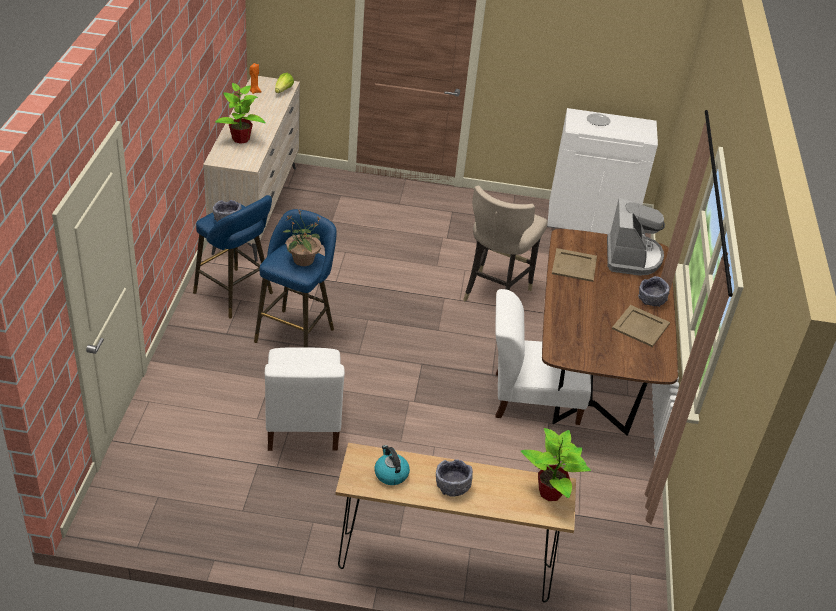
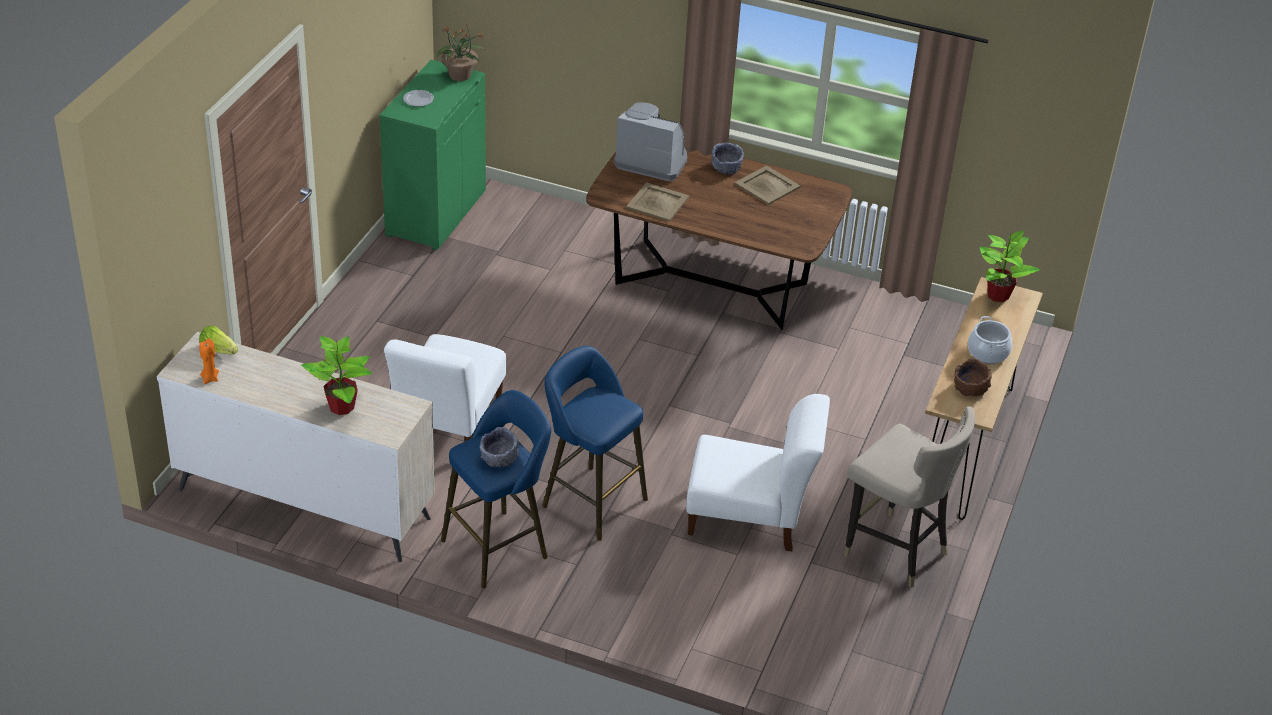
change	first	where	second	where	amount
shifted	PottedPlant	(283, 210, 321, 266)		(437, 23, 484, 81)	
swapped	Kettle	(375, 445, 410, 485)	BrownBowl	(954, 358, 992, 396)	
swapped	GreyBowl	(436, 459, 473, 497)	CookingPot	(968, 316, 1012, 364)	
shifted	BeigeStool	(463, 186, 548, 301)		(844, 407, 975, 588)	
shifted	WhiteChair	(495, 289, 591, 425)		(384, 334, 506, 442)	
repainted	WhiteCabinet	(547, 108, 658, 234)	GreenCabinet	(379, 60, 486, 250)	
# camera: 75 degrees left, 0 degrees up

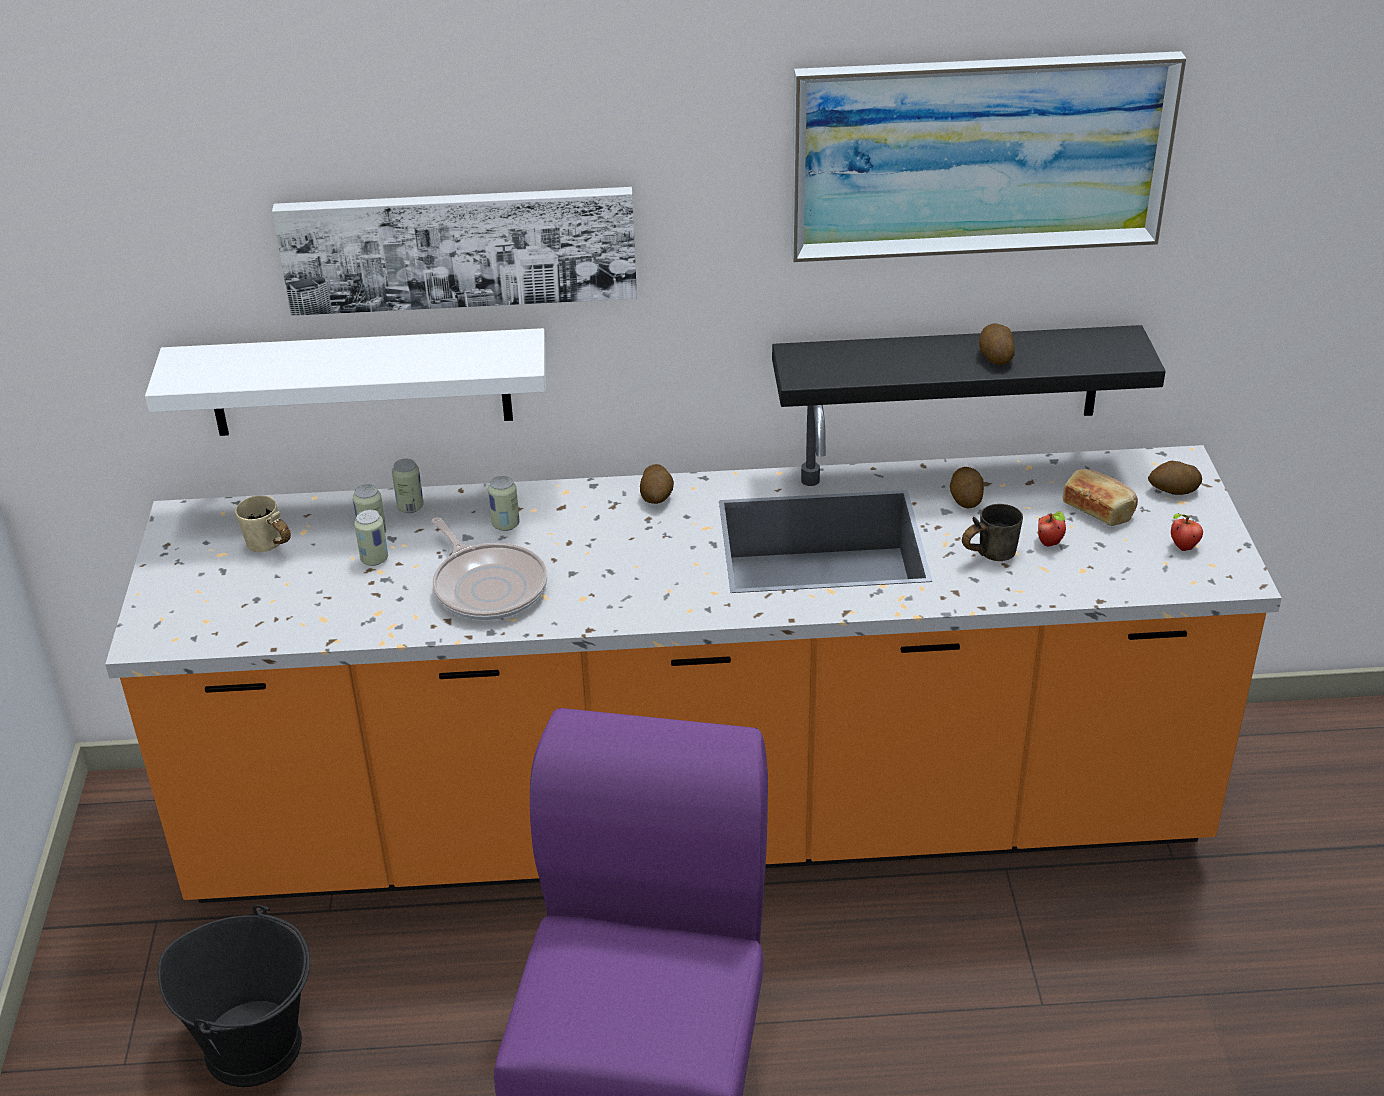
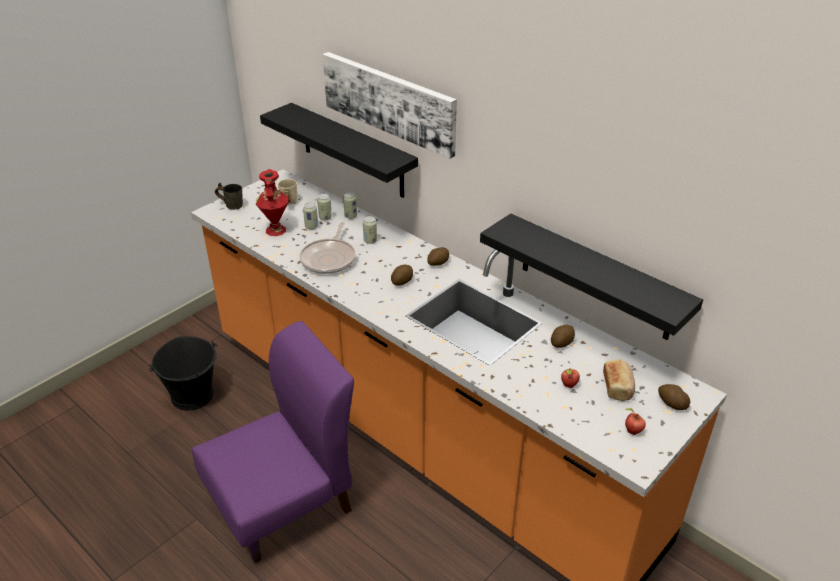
change	first	where	second	where	amount
repainted	WhiteShelf	(145, 328, 546, 436)	BlackShelf	(260, 103, 418, 198)	
gone	Picture	(791, 51, 1186, 262)			
shifted	GreyMug	(962, 504, 1023, 561)		(215, 183, 243, 210)	
shifted	Potato	(979, 323, 1015, 365)		(391, 265, 413, 285)	
new			RedVase	(256, 169, 289, 236)	
# camera: 45 degrees right, 0 degrees up

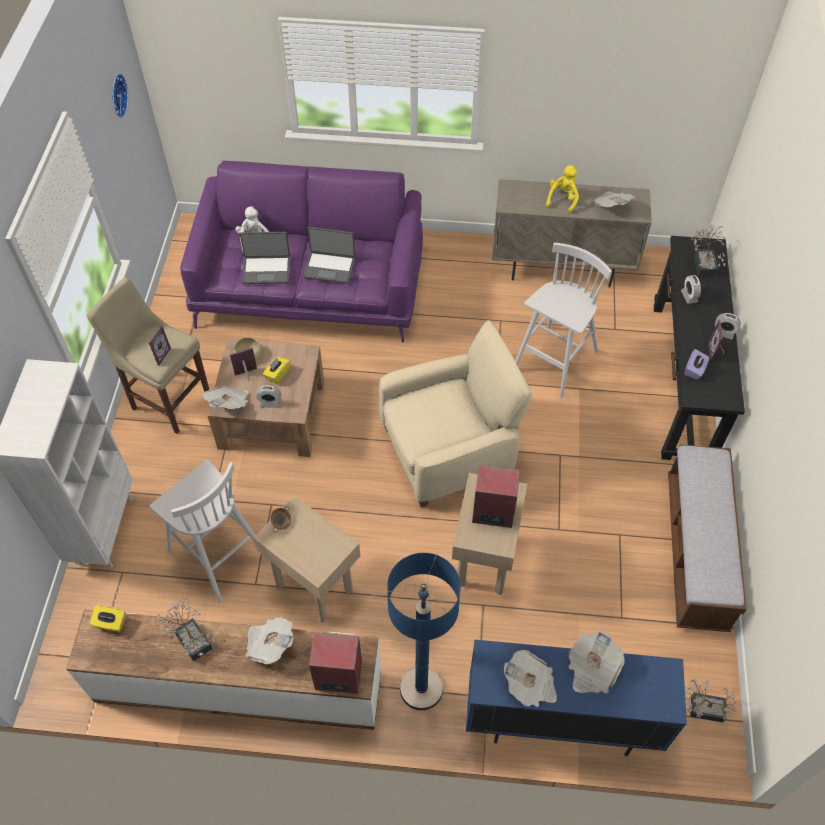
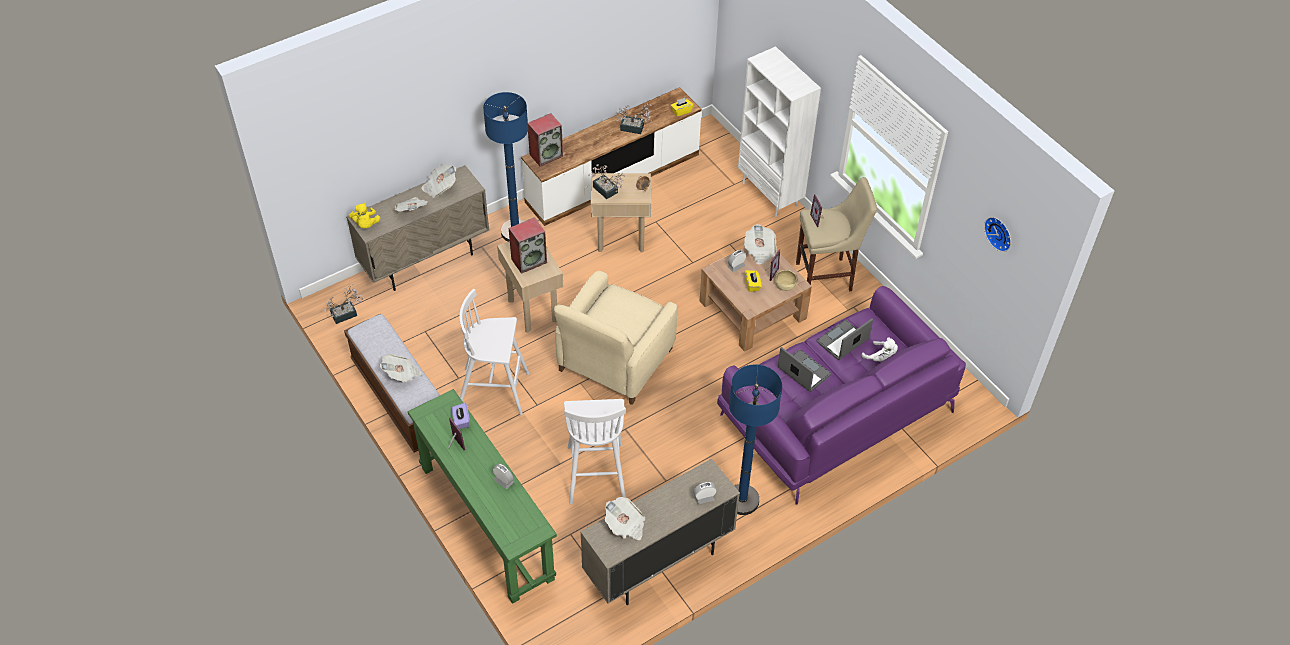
change	first	where	second	where	amount
shifted	WhiteStool	(150, 460, 268, 602)		(459, 289, 529, 415)	
shifted	Newspaper	(245, 617, 293, 664)		(379, 354, 422, 382)	
rotated	Laptop	(303, 227, 355, 284)		(778, 347, 831, 392)	75 degrees clockwise
repainted	BlueCabinet	(466, 640, 687, 756)	BeigeCabinet	(346, 165, 489, 291)	
shifted	YellowPlushToy	(546, 165, 579, 214)		(349, 203, 380, 229)	
repainted	BlackConsoleTable	(654, 236, 745, 460)	GreenConsoleTable	(408, 389, 557, 604)	
shifted	PottedPlant	(691, 225, 725, 277)		(588, 164, 625, 199)	
shifted	AlarmClock	(715, 313, 741, 340)		(693, 482, 717, 505)	
new			BlueFloorLamp	(729, 364, 782, 515)	
# camera: 140 degrees right, 5 degrees down

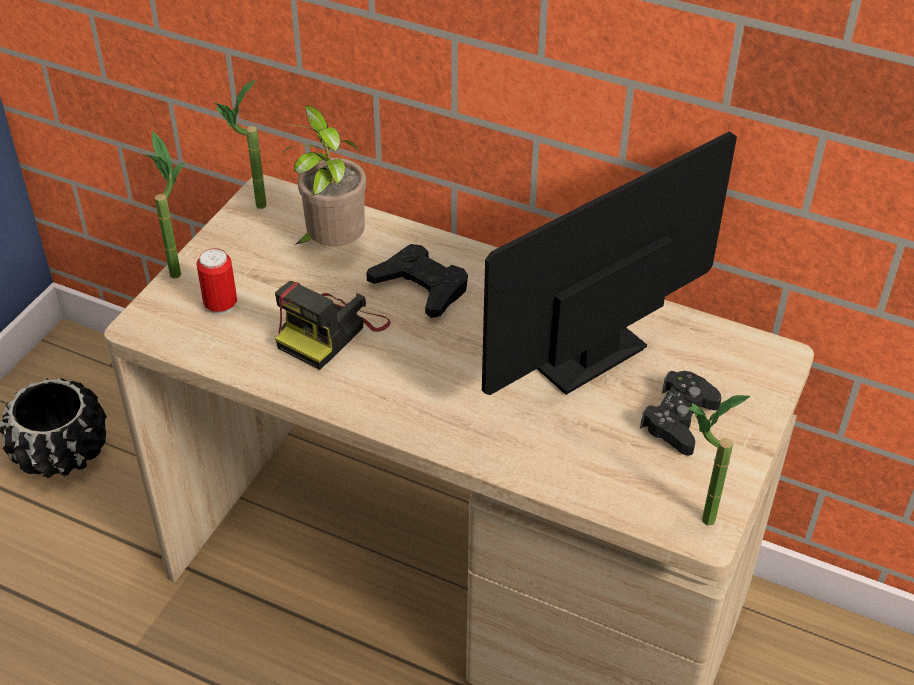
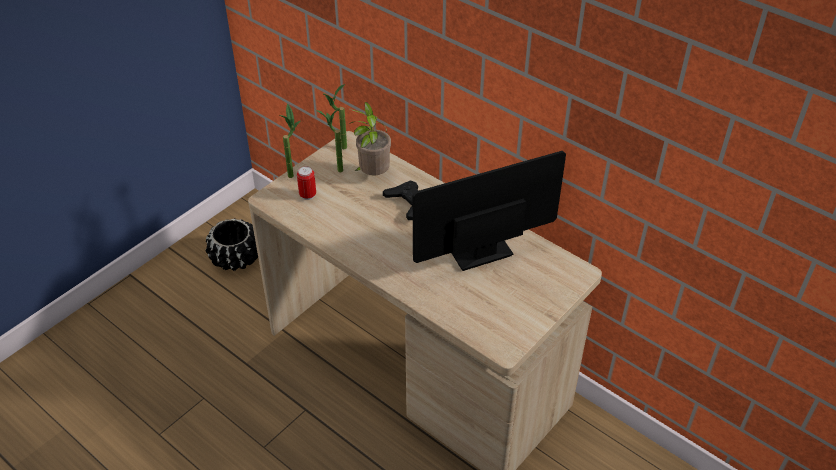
change	first	where	second	where	amount
gone	PhotoCamera	(275, 281, 391, 370)			
gone	BlackGameController	(640, 371, 721, 456)			
shifted	PottedPlant	(688, 395, 751, 525)		(316, 108, 343, 172)	
# camera: 15 degrees right, 0 degrees up

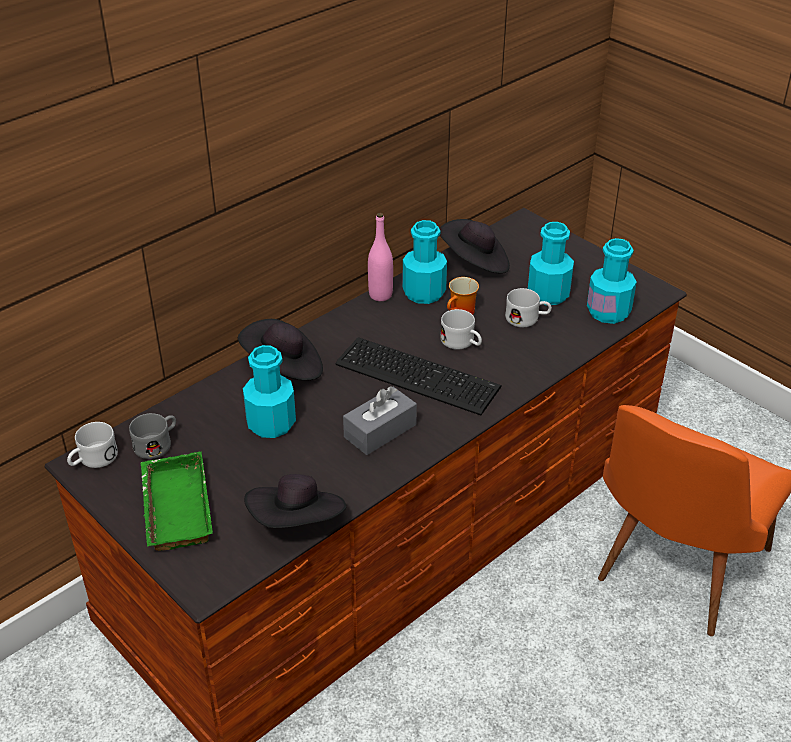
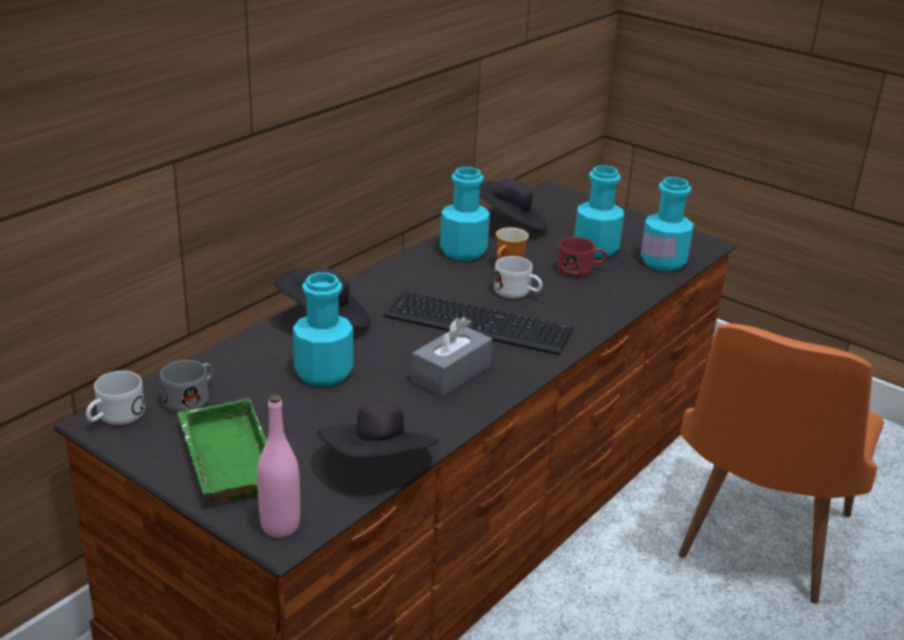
change	first	where	second	where	amount
shifted	PinkBottle	(368, 213, 393, 301)		(257, 395, 300, 537)	
repainted	WhiteMug	(505, 288, 552, 327)	RedMug	(557, 237, 607, 277)	
# camera: 10 degrees left, 10 degrees down

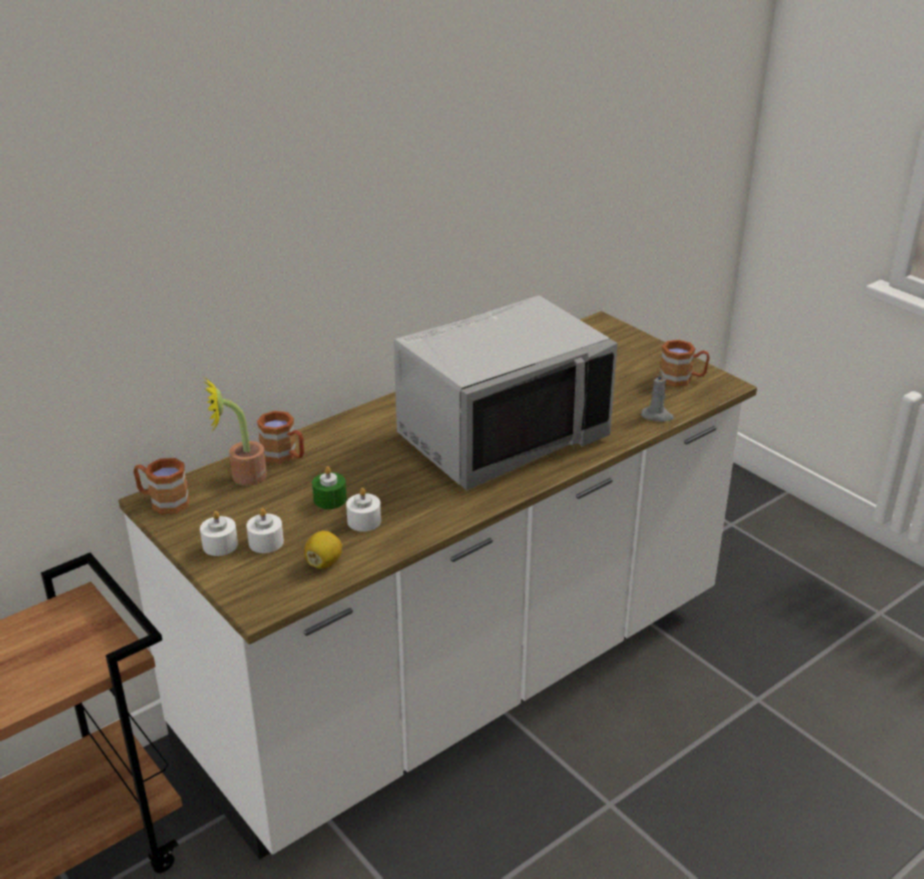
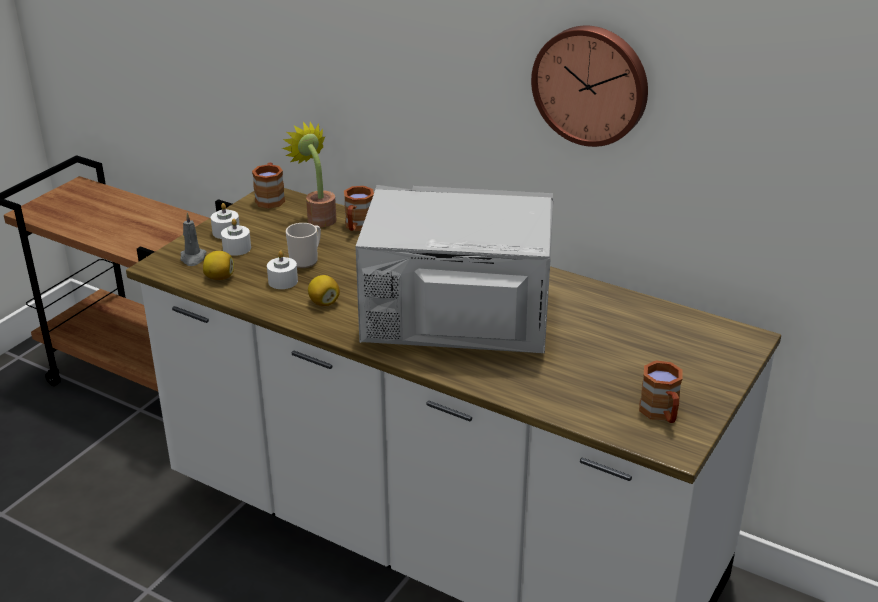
change	first	where	second	where	amount
swapped	GreenCandle	(312, 466, 347, 509)	Mug	(286, 223, 321, 268)	
rotated	GreyMicrowave	(394, 296, 618, 491)		(356, 185, 553, 354)	150 degrees clockwise
shifted	GreyCandle	(641, 370, 674, 422)		(180, 213, 206, 266)	
new			Lemon	(308, 275, 340, 306)	
new			WallClock	(531, 26, 648, 147)	
# camera: 70 degrees right, 0 degrees up

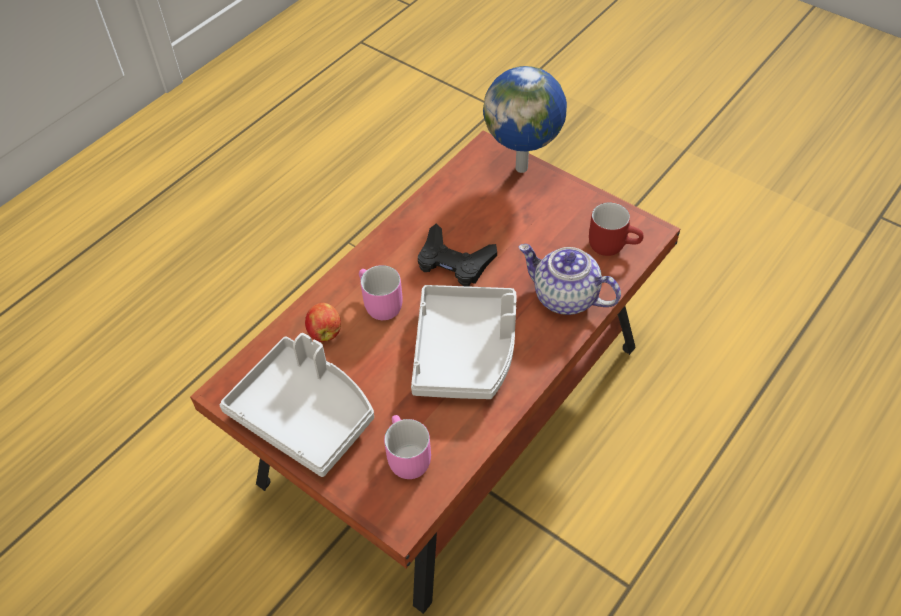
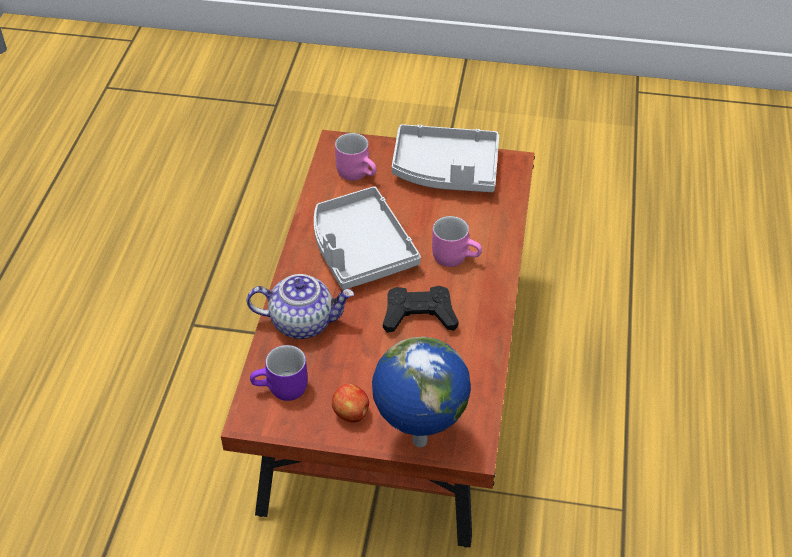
change	first	where	second	where	amount
shifted	Apple	(305, 303, 341, 342)		(332, 384, 369, 423)	
repainted	RedMug	(589, 202, 644, 256)	PurpleMug	(250, 345, 308, 401)	
# camera: 150 degrees right, 5 degrees down

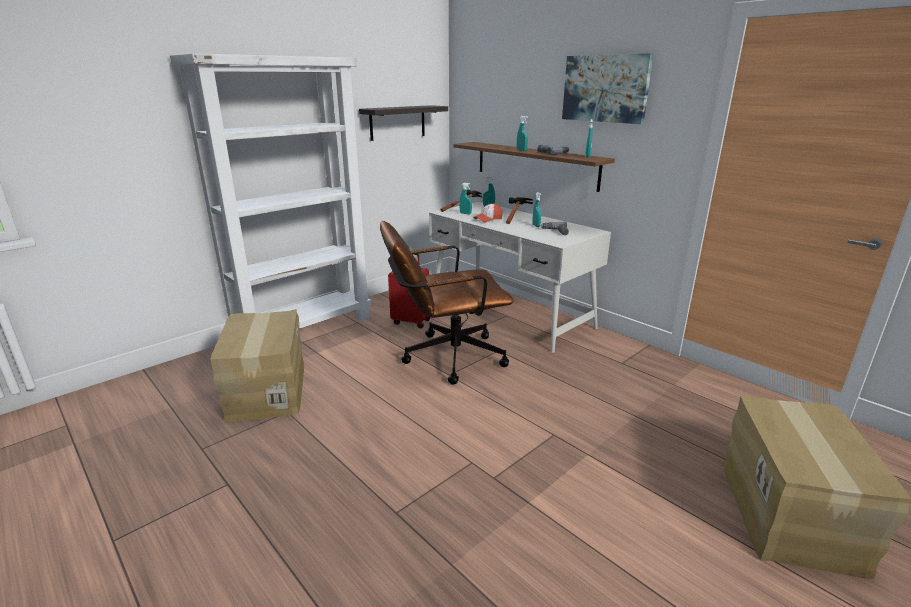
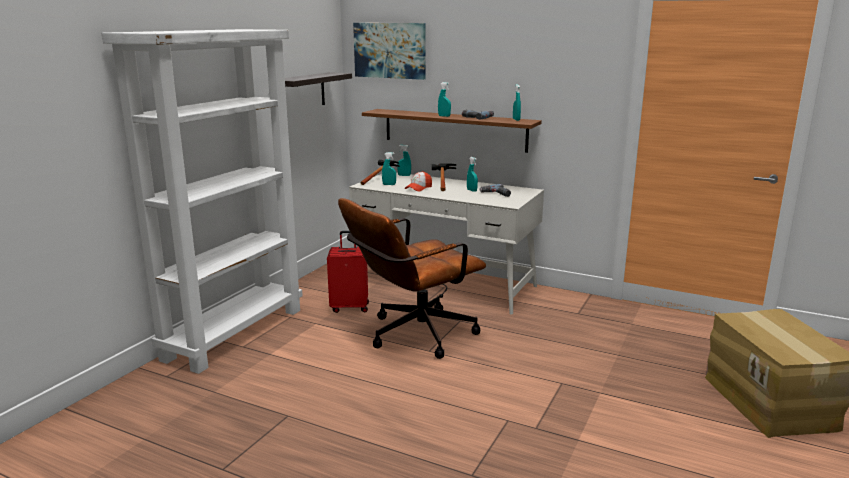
change	first	where	second	where	amount
gone	CardboardBox	(210, 309, 304, 422)			
shifted	Picture	(562, 53, 653, 124)		(353, 23, 425, 80)	
# camera: 20 degrees left, 5 degrees down

